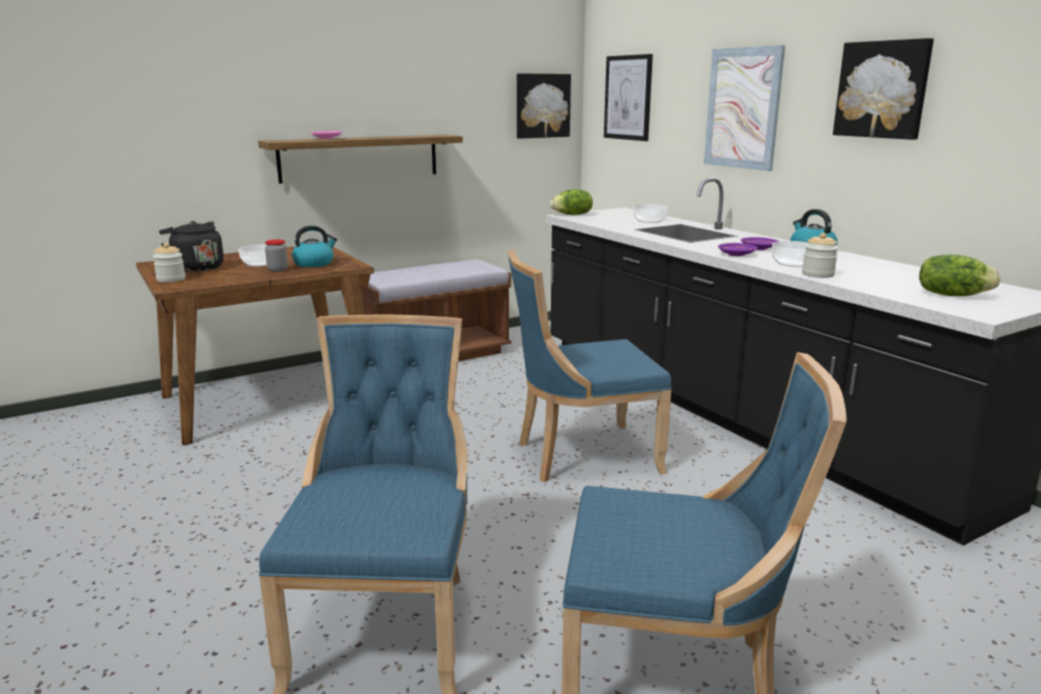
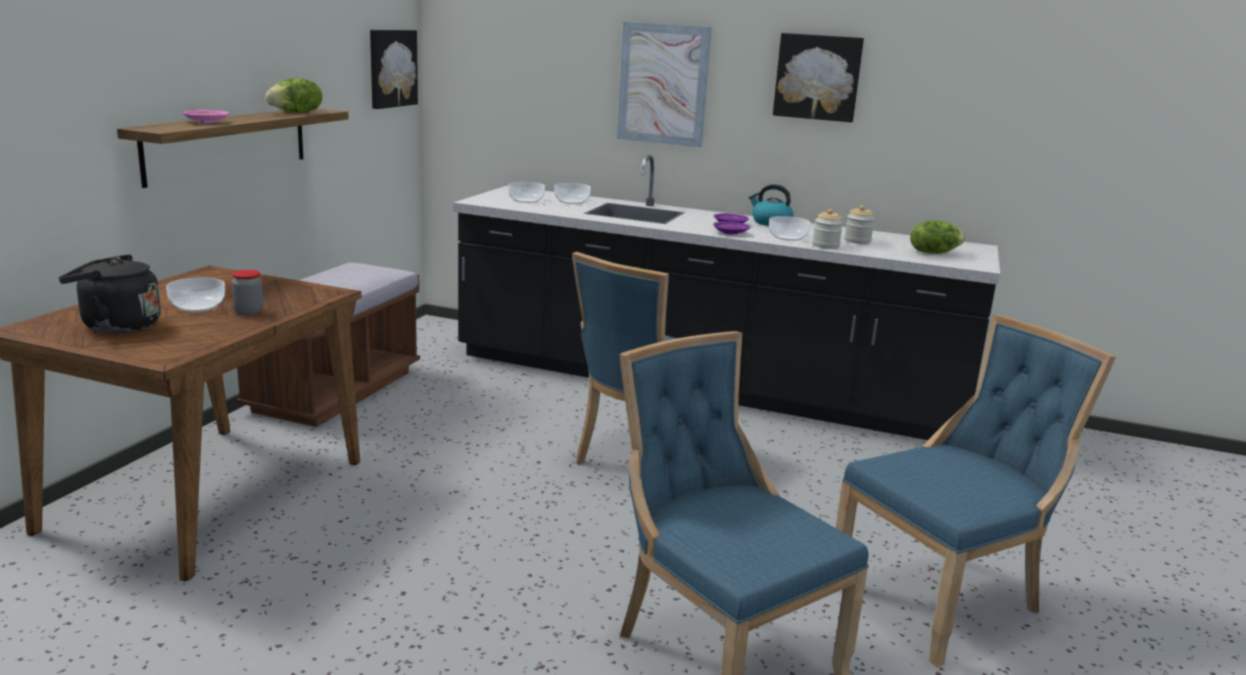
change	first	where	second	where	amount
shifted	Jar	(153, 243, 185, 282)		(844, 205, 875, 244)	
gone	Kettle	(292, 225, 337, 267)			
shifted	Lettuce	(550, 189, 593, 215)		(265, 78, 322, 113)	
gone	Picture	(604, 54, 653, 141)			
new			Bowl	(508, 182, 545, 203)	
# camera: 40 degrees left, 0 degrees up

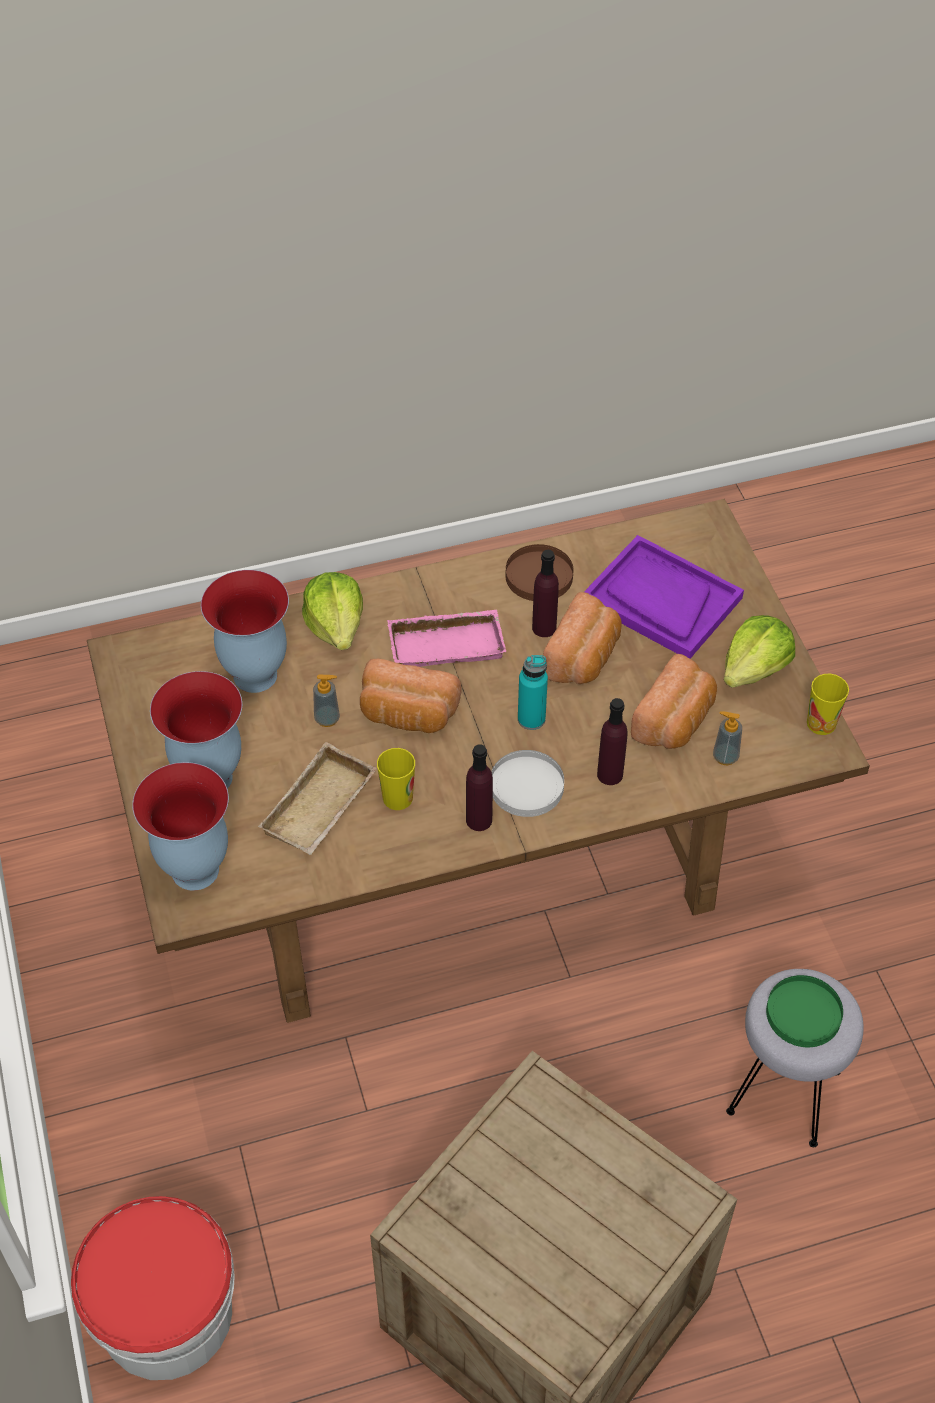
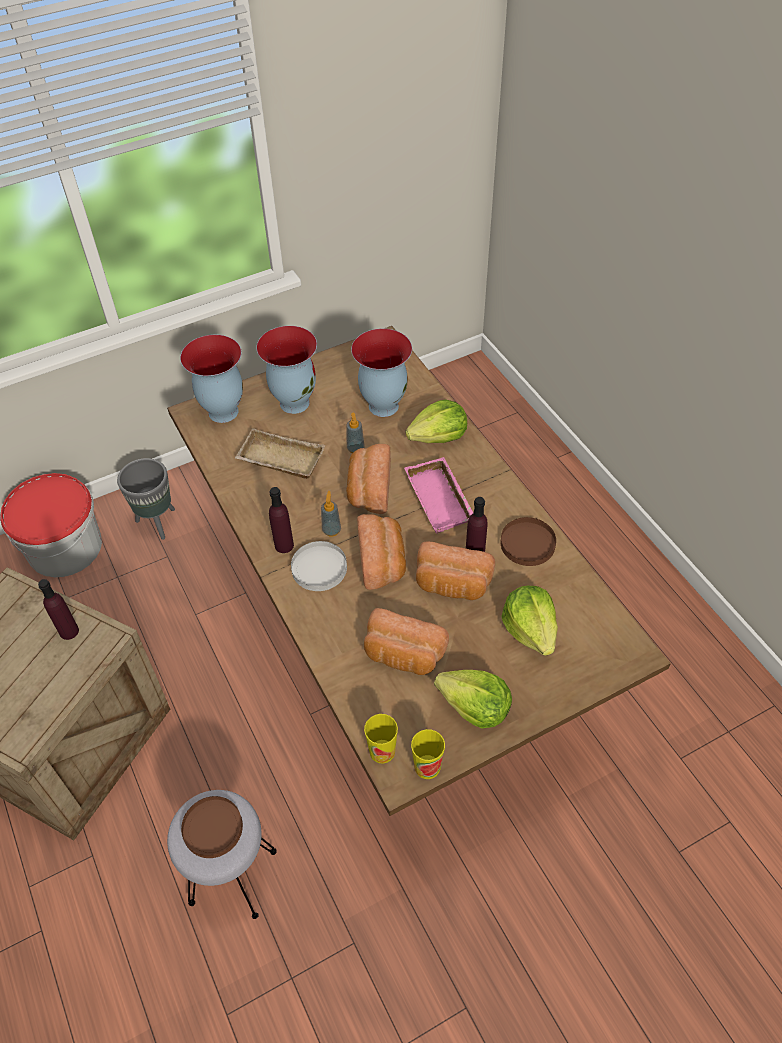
change	first	where	second	where	amount
shifted	Cup	(377, 748, 415, 810)		(364, 714, 398, 763)	
swapped	TurquoiseBottle	(518, 655, 548, 730)	Bread	(357, 514, 406, 590)	
swapped	PurpleTray	(584, 535, 744, 659)	Lettuce	(501, 586, 558, 656)	
shifted	PurpleBottle	(597, 698, 627, 785)		(38, 579, 79, 640)	
shifted	SoapDispenser	(713, 711, 742, 765)		(321, 491, 341, 537)	
repainted	GreenPlate	(766, 975, 843, 1047)	BrownPlate	(181, 796, 243, 858)	
new			GreyPlanter	(117, 458, 175, 540)	
# camera: 80 degrees right, 0 degrees up

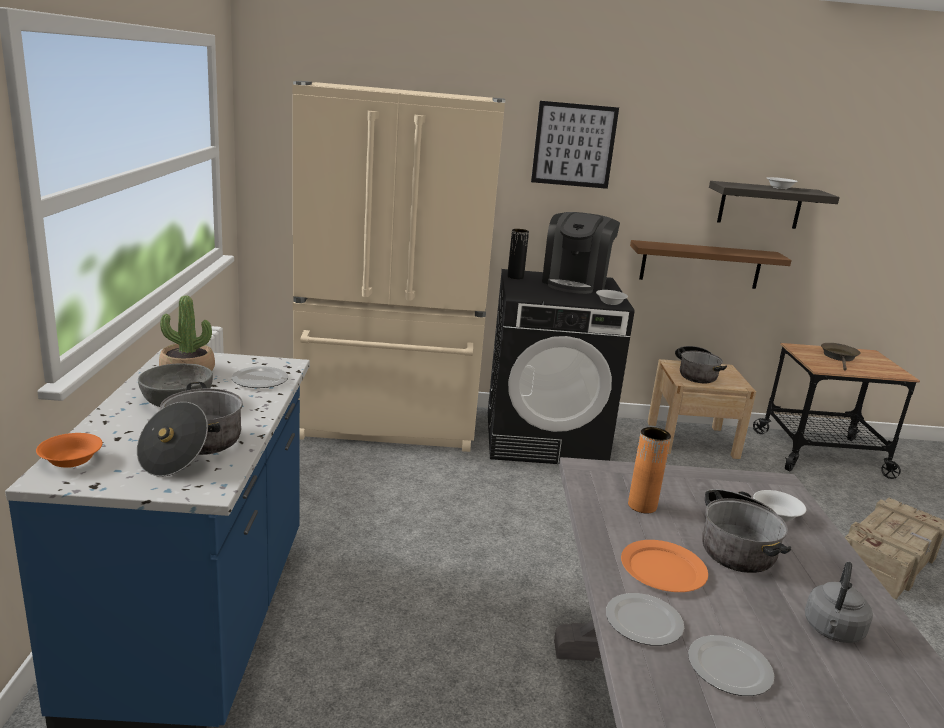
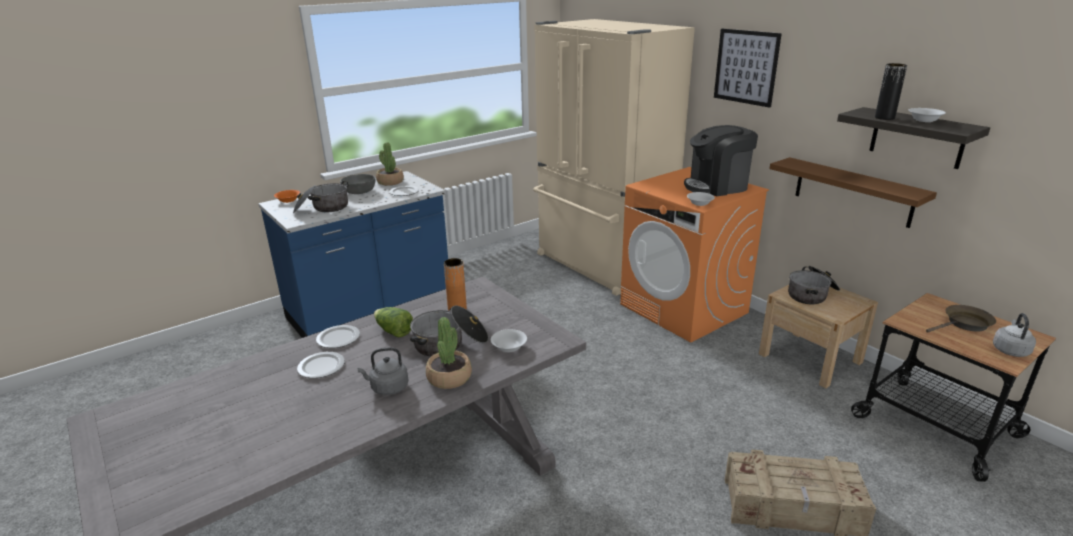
change	first	where	second	where	amount
repainted	BlackWashingMachine	(488, 269, 635, 464)	OrangeWashingMachine	(620, 167, 769, 342)	
shifted	BlackVase	(507, 229, 529, 279)		(875, 63, 907, 120)	
swapped	OrangePlate	(621, 540, 708, 592)	Lettuce	(374, 307, 413, 337)	
new			PottedPlant	(426, 317, 472, 389)	
new			GreyKettle	(993, 313, 1036, 357)	
# camera: 55 degrees right, 5 degrees up

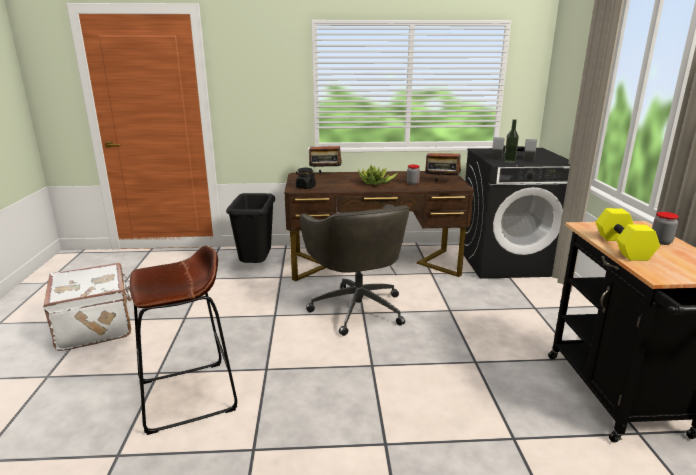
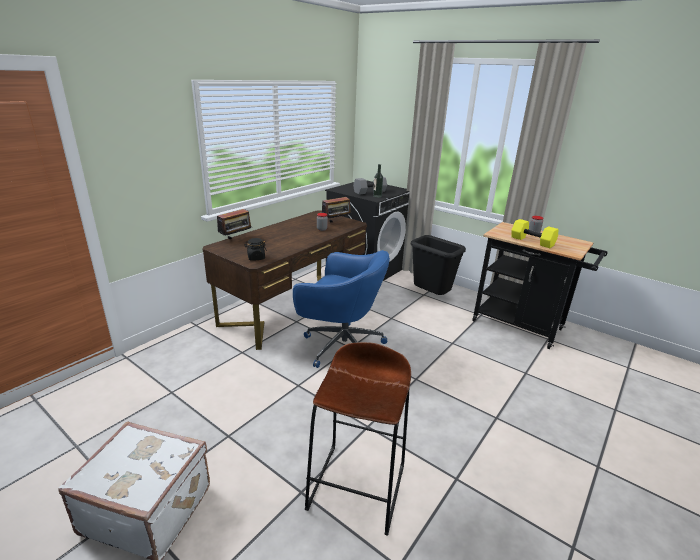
change	first	where	second	where	amount
shifted	BlackTrashCan	(226, 193, 275, 263)		(411, 235, 466, 295)	
repainted	GreyOfficeChair	(299, 204, 410, 336)	BlueOfficeChair	(293, 250, 390, 368)	
gone	PottedPlant	(358, 165, 398, 185)			
# camera: 50 degrees left, 5 degrees up

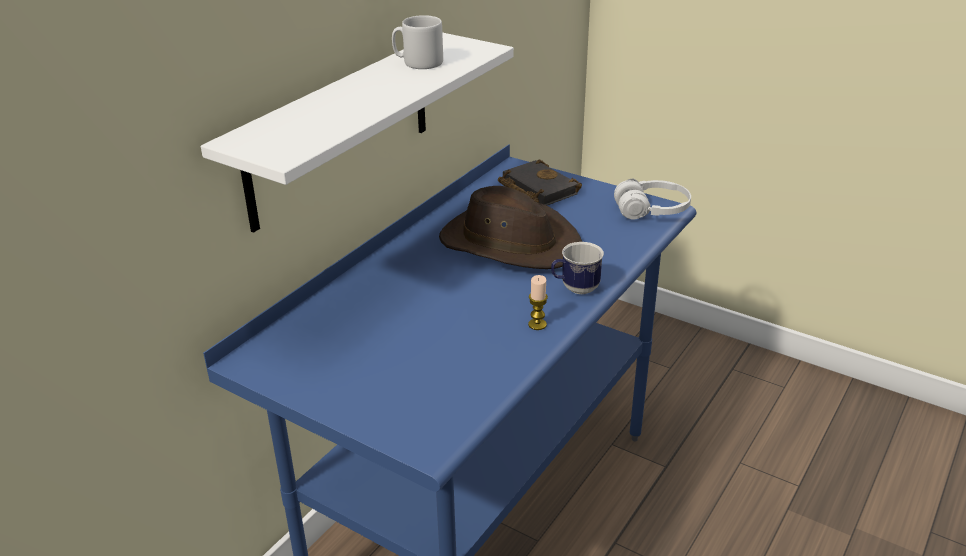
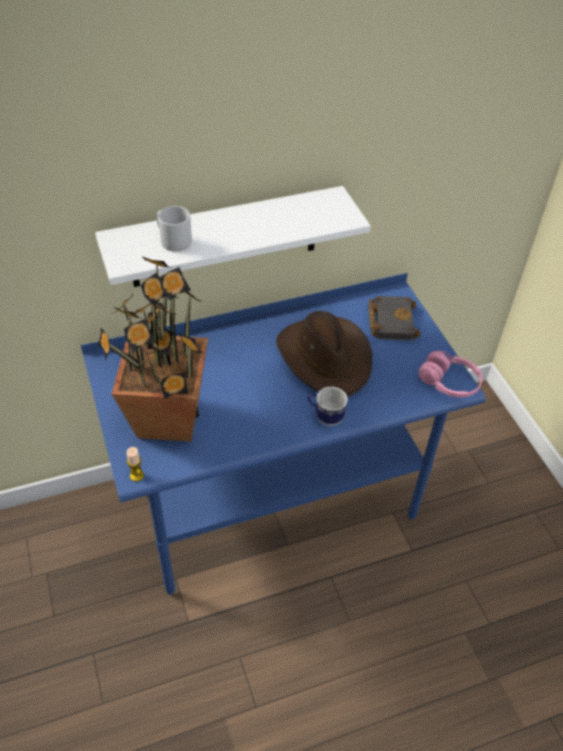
change	first	where	second	where	amount
shifted	GreyMug	(392, 15, 443, 69)		(156, 206, 192, 251)	
shifted	Candle	(528, 275, 548, 330)		(126, 447, 144, 482)	
repainted	WhiteHeadphones	(614, 179, 691, 220)	PinkHeadphones	(419, 351, 482, 398)	
new			PottedPlant	(98, 256, 208, 442)	
# camera: 35 degrees right, 15 degrees up

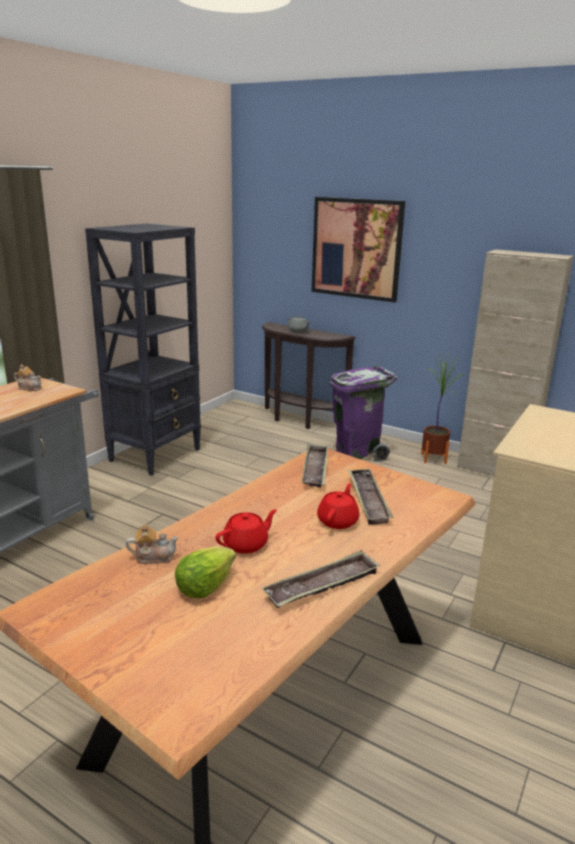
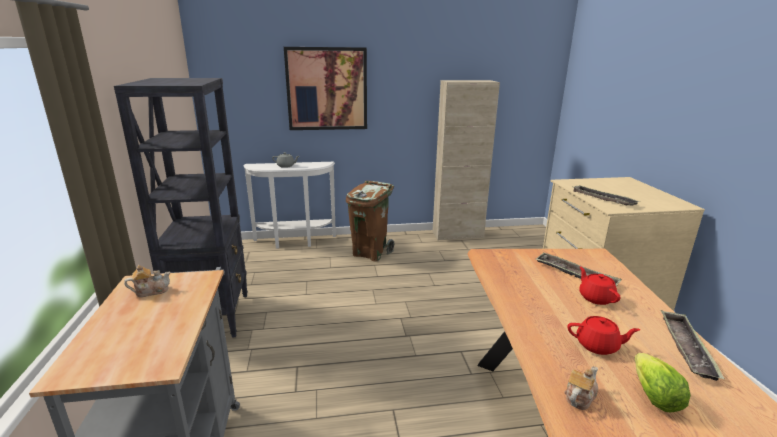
change	first	where	second	where	amount
rotated	RedTeapot	(216, 509, 277, 554)		(568, 316, 640, 355)	90 degrees clockwise
repainted	BrownConsoleTable	(262, 322, 356, 429)	WhiteConsoleTable	(243, 162, 336, 249)	
shifted	Tray	(302, 443, 328, 488)		(573, 185, 640, 206)	
repainted	PurpleTrashCan	(330, 365, 397, 462)	BrownTrashCan	(346, 181, 395, 262)	
gone	PottedPlant	(421, 356, 465, 464)			
# camera: 40 degrees left, 0 degrees up

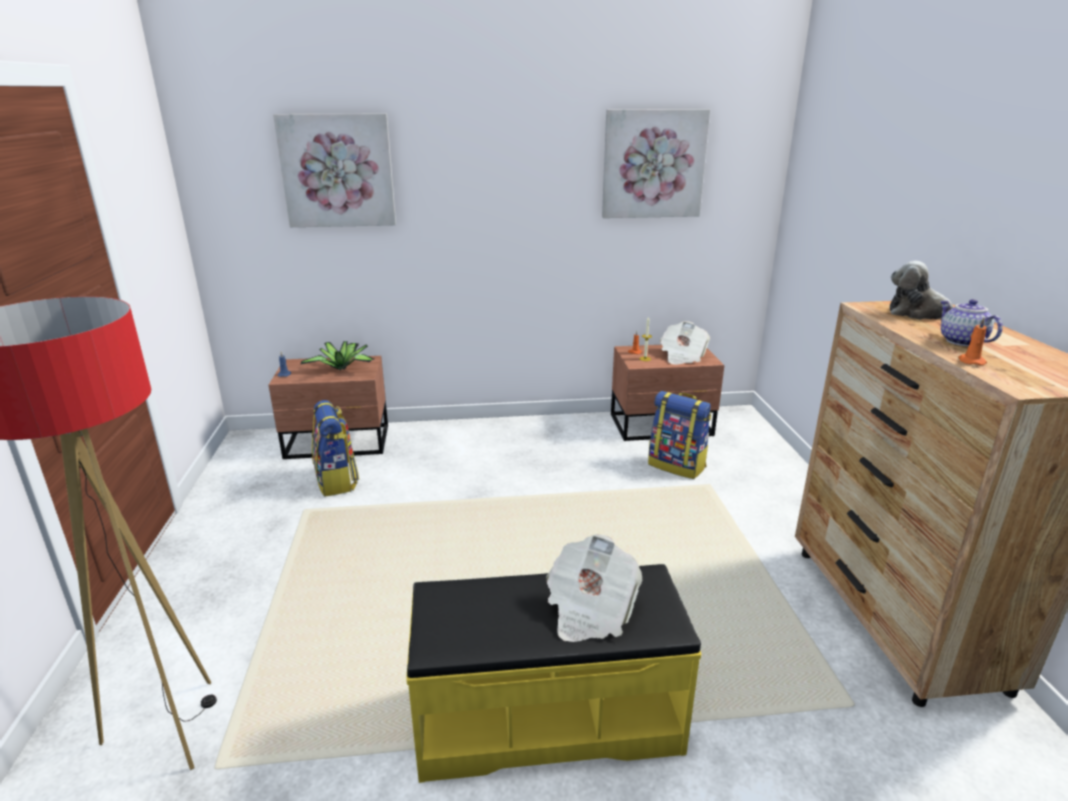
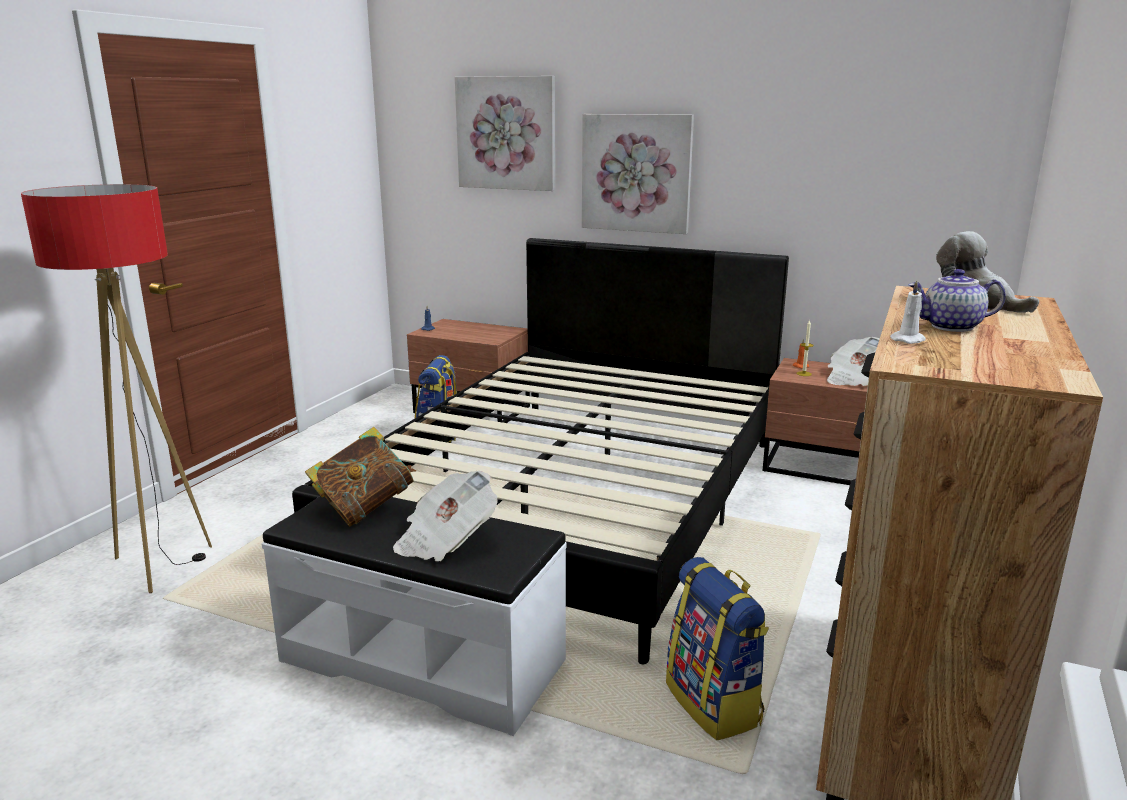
change	first	where	second	where	amount
gone	PottedPlant	(300, 341, 374, 371)			
repainted	YellowBench	(406, 564, 701, 783)	WhiteBench	(261, 496, 566, 736)	
shifted	Picture	(602, 109, 710, 218)		(582, 114, 694, 234)	
shifted	Backpack	(648, 391, 711, 479)		(666, 557, 769, 740)	
rotated	Teapot	(940, 299, 1003, 346)		(909, 269, 1006, 332)	105 degrees counterclockwise
repainted	OrangeCandle	(958, 318, 987, 365)	WhiteCandle	(890, 280, 926, 344)	
new			BlackBed	(292, 238, 789, 664)	
new			Book	(305, 427, 416, 526)	
# camera: 30 degrees right, 5 degrees down

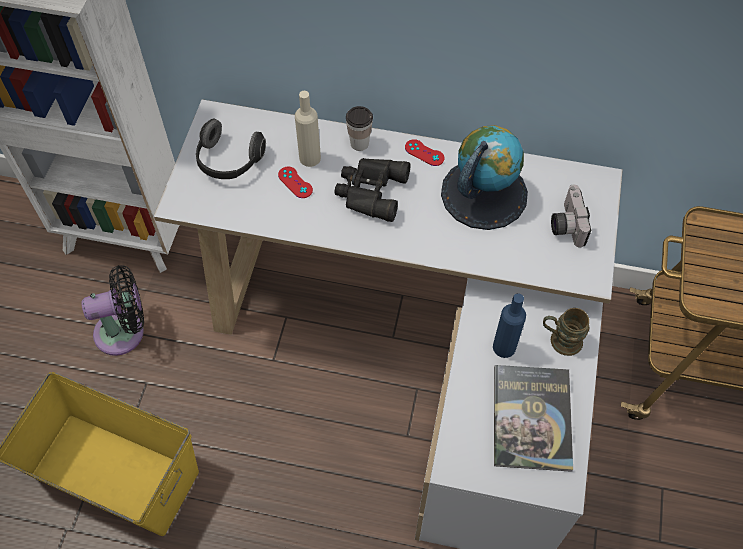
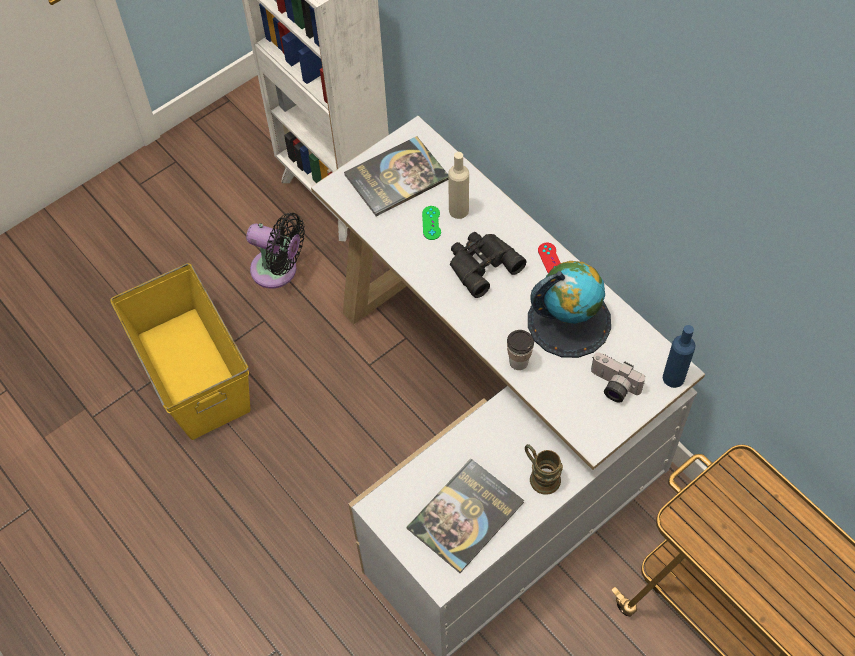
change	first	where	second	where	amount
swapped	Headphones	(196, 118, 266, 179)	Book	(344, 136, 448, 216)	
repainted	RedGameController	(278, 167, 313, 198)	GreenGameController	(422, 206, 441, 240)	
shifted	Cup	(346, 106, 373, 151)		(507, 330, 534, 370)	
shifted	BlueBottle	(493, 293, 526, 358)		(663, 325, 695, 388)	
rotated	PhotoCamera	(551, 184, 591, 247)		(591, 352, 645, 403)	90 degrees counterclockwise
# camera: 40 degrees right, 0 degrees up

